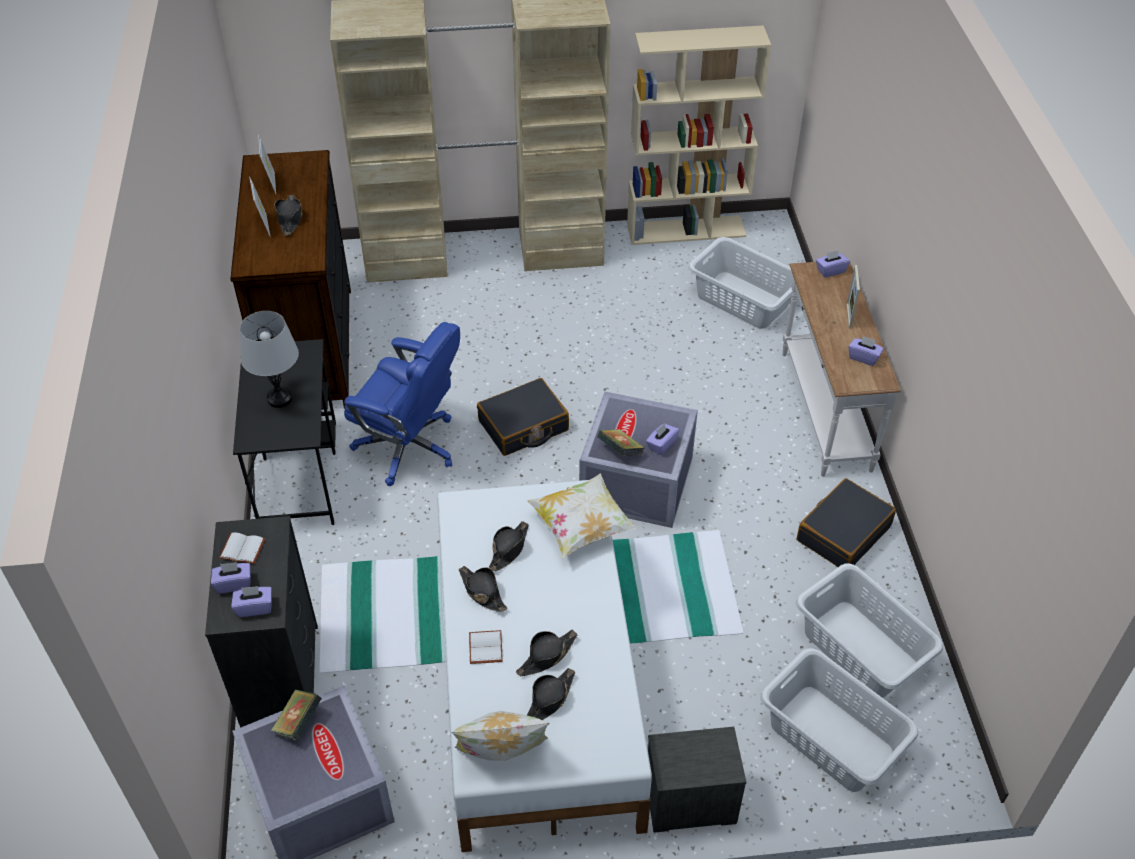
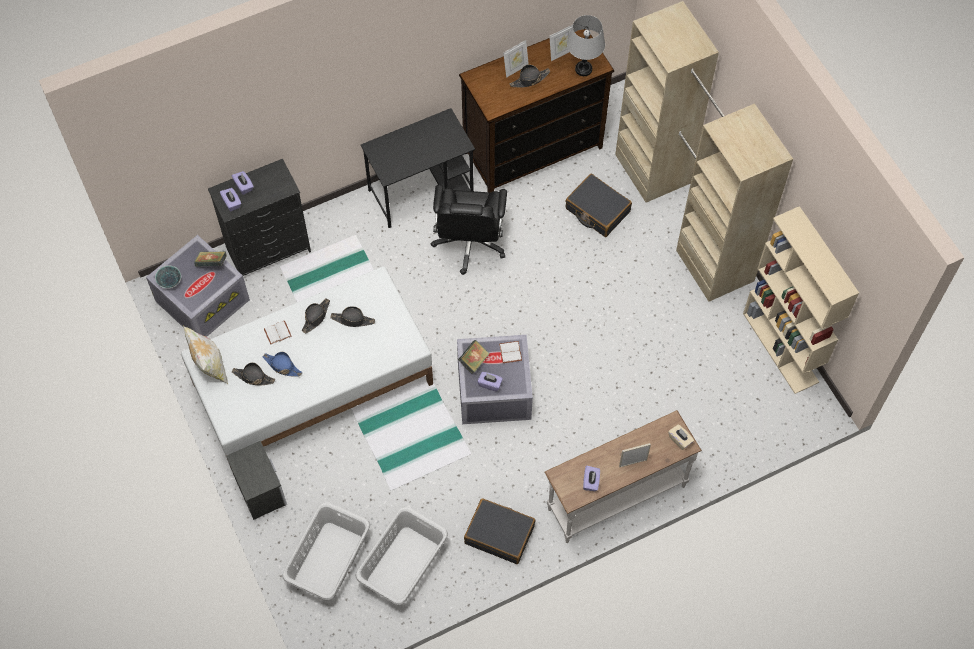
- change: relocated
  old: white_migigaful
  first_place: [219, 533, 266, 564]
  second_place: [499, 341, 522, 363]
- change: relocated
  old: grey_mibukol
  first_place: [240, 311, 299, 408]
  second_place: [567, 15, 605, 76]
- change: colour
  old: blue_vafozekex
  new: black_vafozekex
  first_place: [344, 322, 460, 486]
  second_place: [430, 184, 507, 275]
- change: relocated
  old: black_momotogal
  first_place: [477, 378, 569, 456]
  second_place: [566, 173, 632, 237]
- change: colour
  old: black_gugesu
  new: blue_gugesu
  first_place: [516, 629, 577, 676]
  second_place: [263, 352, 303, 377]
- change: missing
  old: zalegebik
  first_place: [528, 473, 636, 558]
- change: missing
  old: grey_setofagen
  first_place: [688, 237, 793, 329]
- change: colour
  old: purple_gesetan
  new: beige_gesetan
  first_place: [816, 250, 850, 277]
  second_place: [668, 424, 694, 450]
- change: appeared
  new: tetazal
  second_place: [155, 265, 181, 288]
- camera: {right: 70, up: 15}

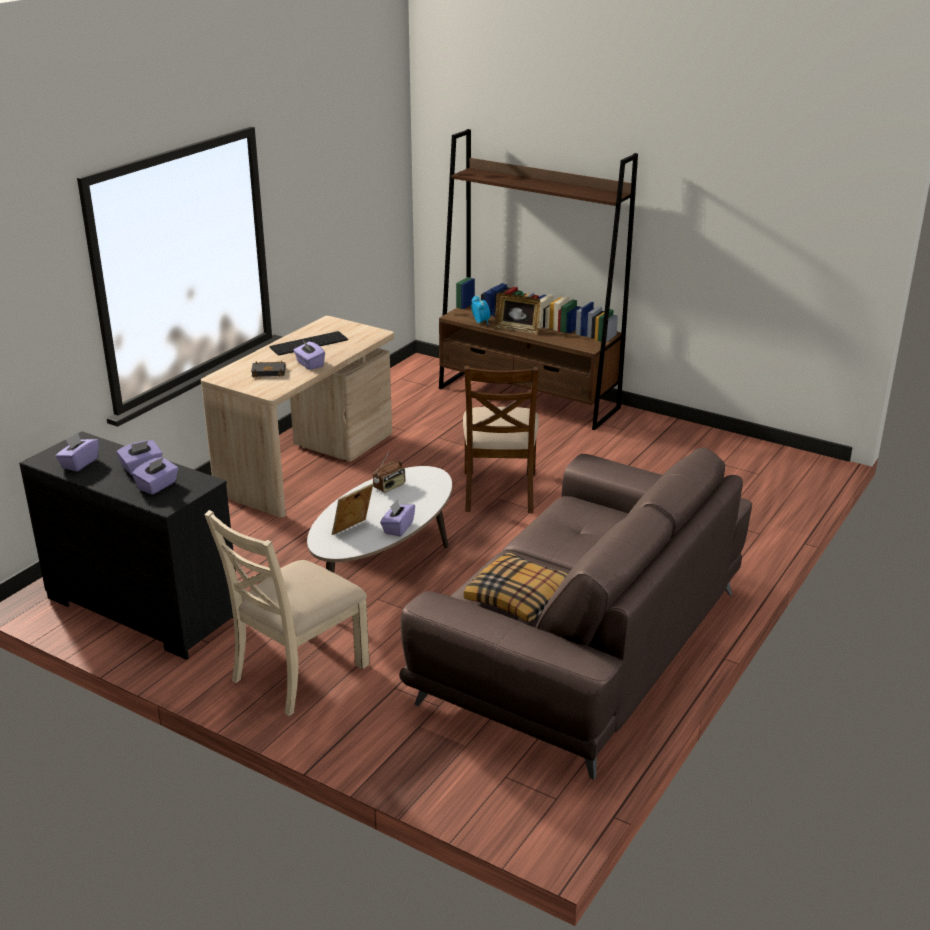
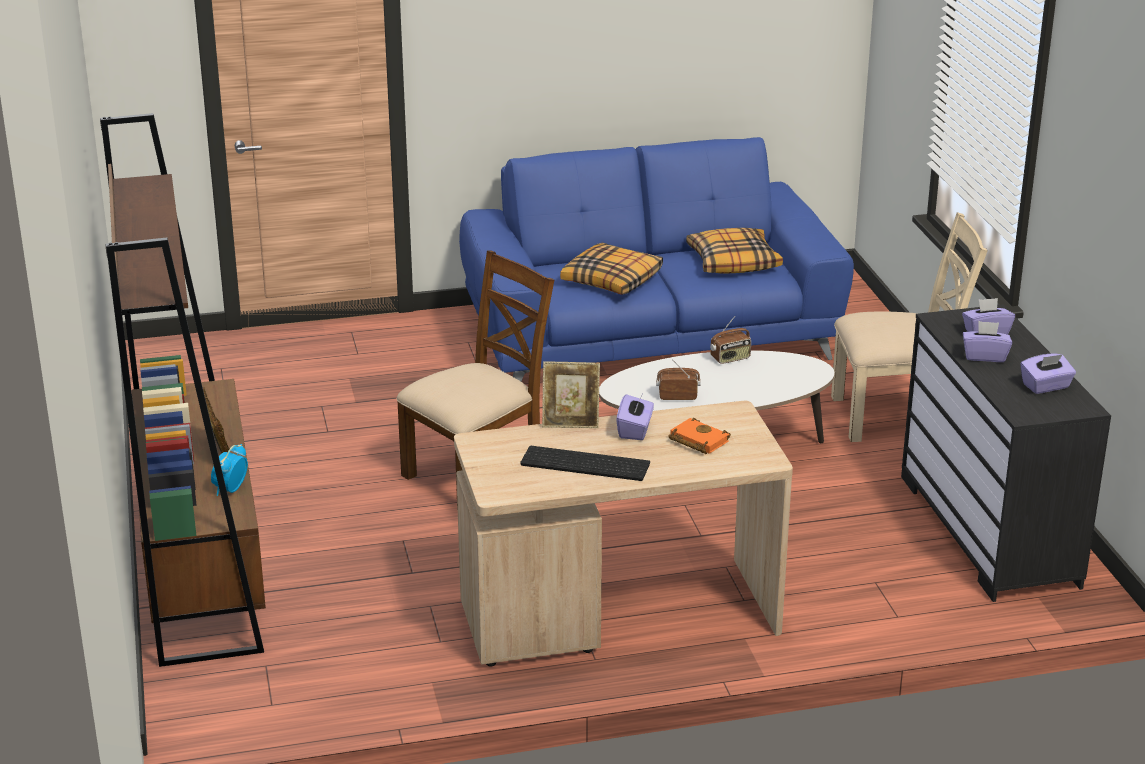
- change: colour
  old: black_migigaful
  new: orange_migigaful
  first_place: [251, 361, 286, 378]
  second_place: [668, 418, 731, 454]
- change: relocated
  old: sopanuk
  first_place: [332, 484, 373, 535]
  second_place: [542, 361, 600, 428]
- change: exchanged
  old: purple_gesetan
  new: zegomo
  first_place: [380, 499, 415, 537]
  second_place: [710, 316, 751, 364]
- change: colour
  old: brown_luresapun
  new: blue_luresapun
  first_place: [399, 448, 752, 780]
  second_place: [459, 137, 854, 381]
- change: appeared
  new: zalegebik
  second_place: [560, 243, 663, 295]
- camera: {right: -135, up: 0}

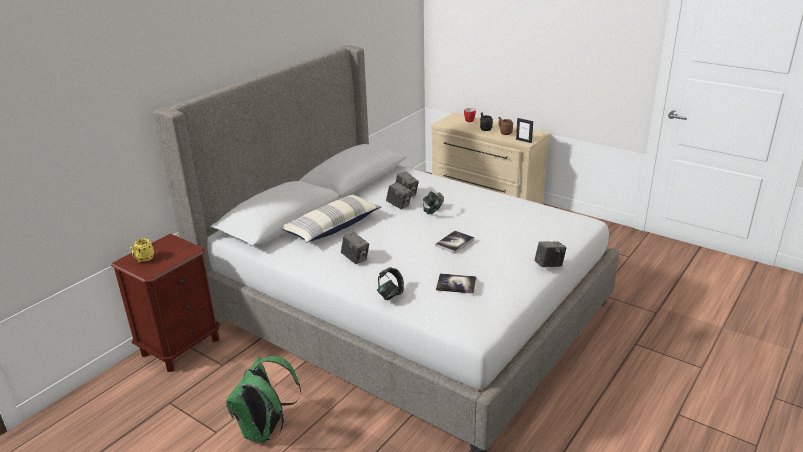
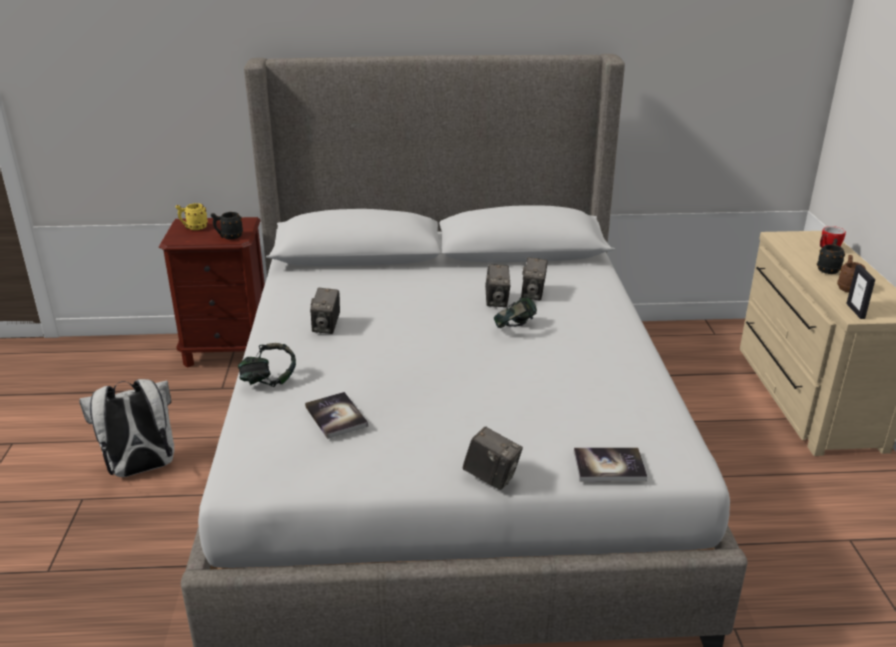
- change: colour
  old: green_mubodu
  new: white_mubodu
  first_place: [226, 356, 301, 443]
  second_place: [79, 379, 174, 477]
- change: missing
  old: zalegebik
  first_place: [282, 194, 382, 243]
- change: relocated
  old: migigaful
  first_place: [436, 231, 474, 253]
  second_place: [574, 448, 647, 481]
- change: appeared
  new: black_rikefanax
  second_place: [211, 212, 243, 240]
- camera: {right: 50, up: 0}

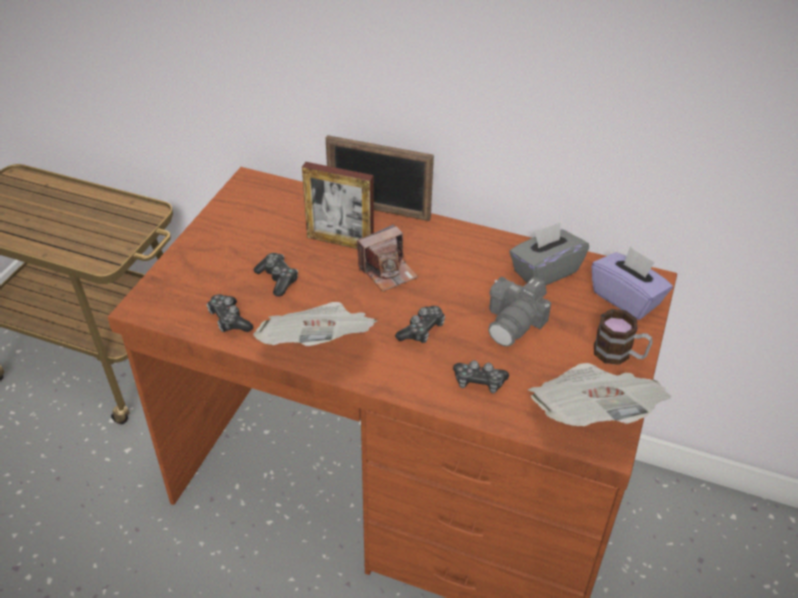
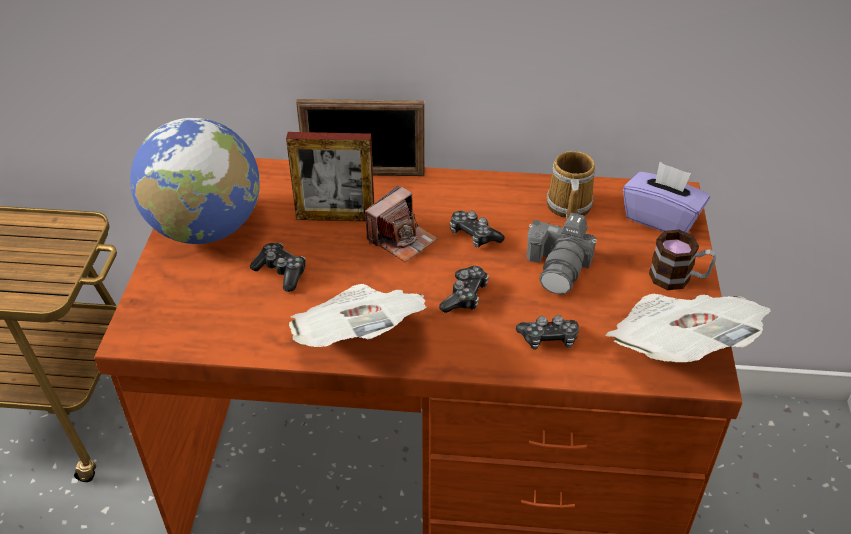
- change: relocated
  old: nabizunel
  first_place: [207, 294, 253, 332]
  second_place: [450, 211, 504, 247]
- change: exchanged
  old: grey_gesetan
  new: rikefanax
  first_place: [509, 222, 589, 285]
  second_place: [547, 151, 596, 220]
- change: appeared
  new: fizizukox
  second_place: [130, 118, 260, 244]
- camera: {right: -15, up: 0}

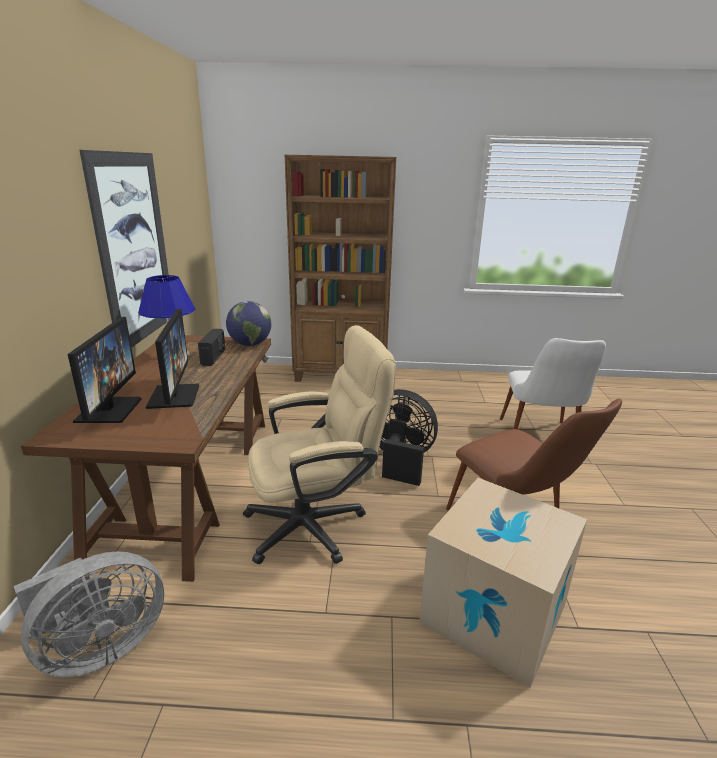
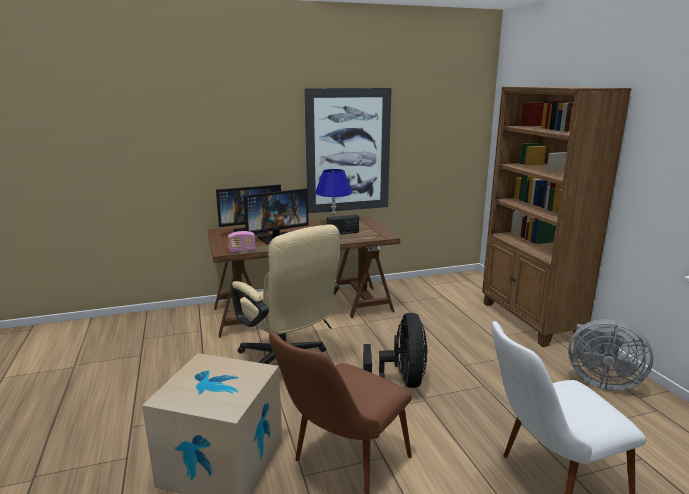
- change: relocated
  old: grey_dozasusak
  first_place: [14, 551, 164, 677]
  second_place: [568, 319, 653, 391]
- change: missing
  old: fizizukox
  first_place: [226, 301, 271, 346]
- change: appeared
  new: zegomo
  second_place: [228, 231, 256, 253]
- camera: {right: 70, up: -5}

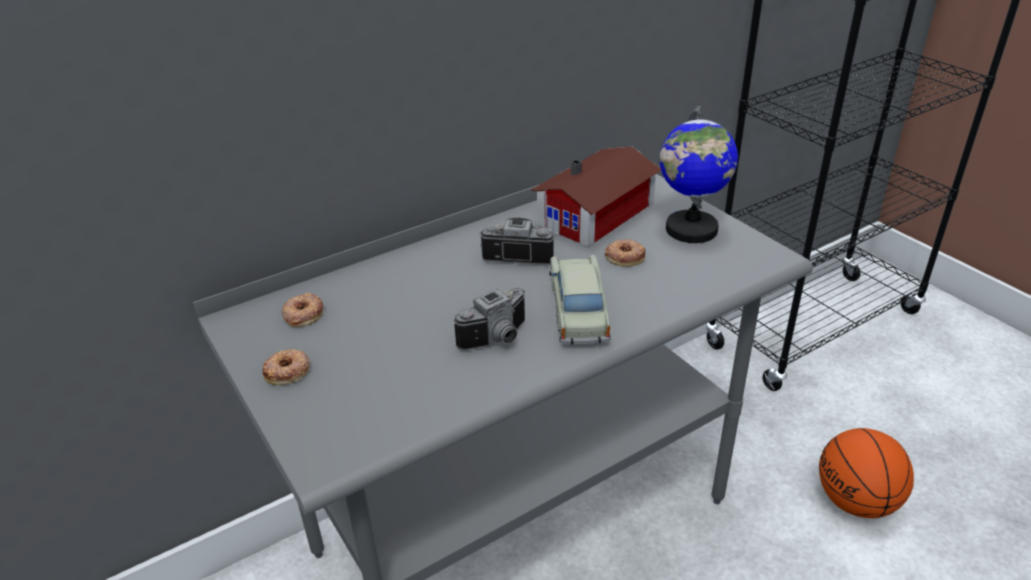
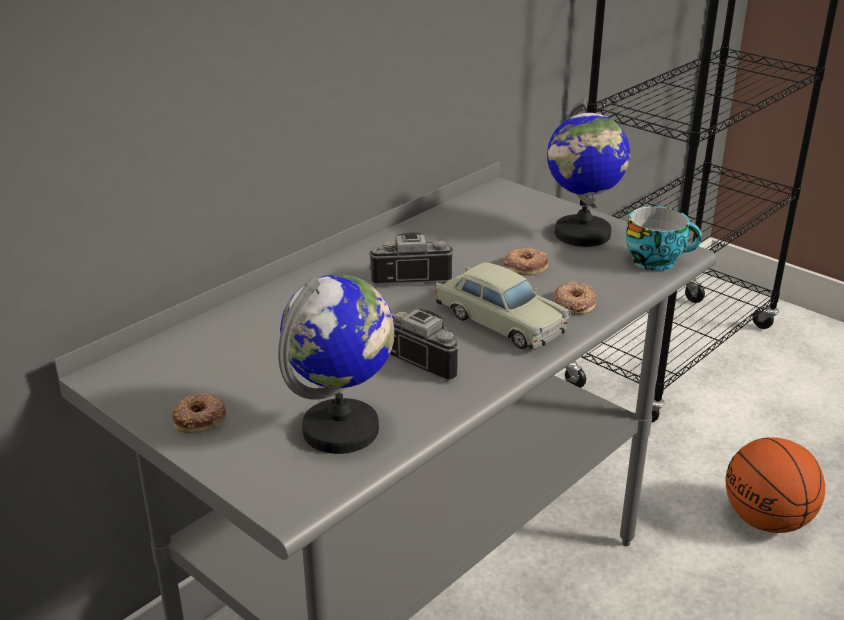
- change: relocated
  old: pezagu
  first_place: [282, 293, 323, 327]
  second_place: [553, 281, 597, 315]
- change: spun
  old: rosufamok
  first_place: [454, 288, 525, 350]
  second_place: [389, 309, 459, 382]
  degrees: -90
- change: missing
  old: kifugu
  first_place: [531, 147, 661, 247]
- change: spun
  old: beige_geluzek
  first_place: [549, 255, 611, 344]
  second_place: [435, 262, 571, 349]
  degrees: 150
- change: appeared
  new: fizizukox
  second_place: [278, 274, 395, 454]
- change: appeared
  new: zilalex
  second_place: [626, 206, 702, 271]
- camera: {right: -15, up: -5}

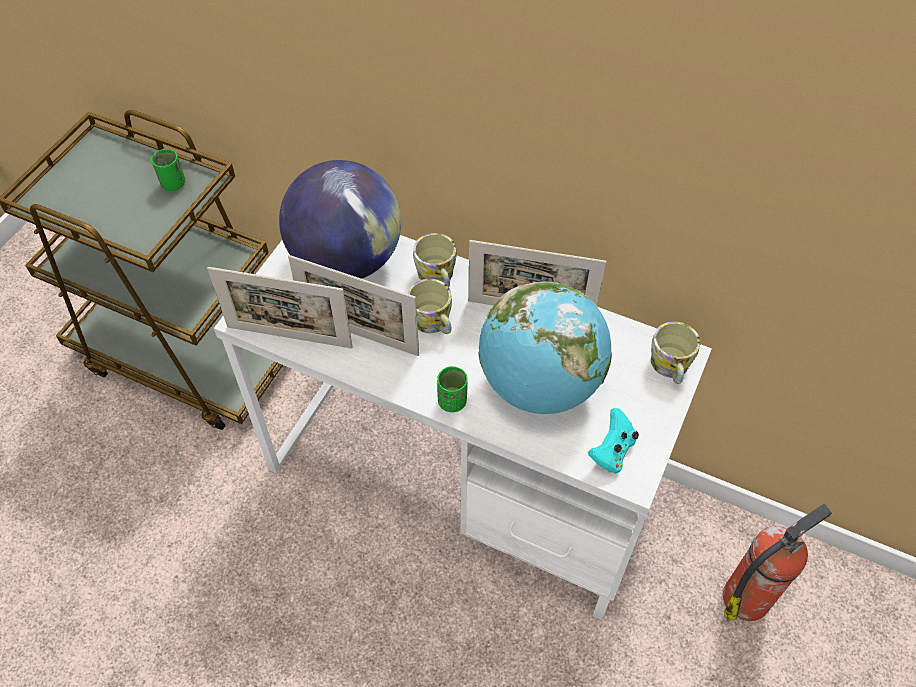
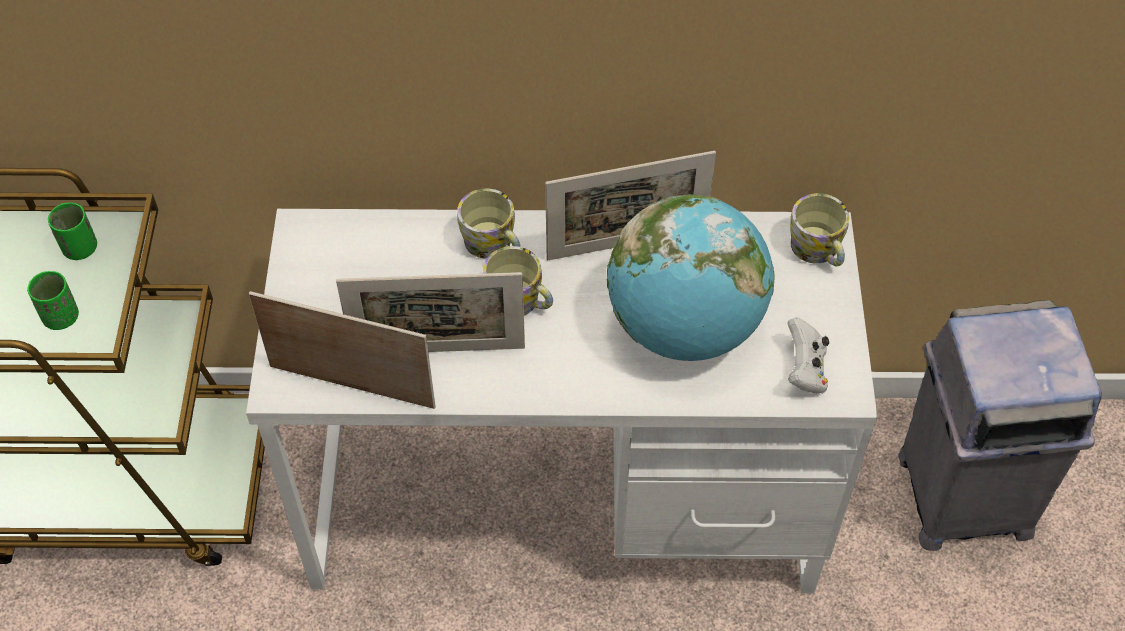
- change: spun
  old: sopanuk
  first_place: [207, 267, 353, 348]
  second_place: [249, 291, 436, 409]
  degrees: -150
- change: missing
  old: fizizukox
  first_place: [279, 160, 401, 279]
- change: relocated
  old: green_zilalex
  first_place: [437, 366, 468, 412]
  second_place: [27, 271, 79, 330]
- change: colour
  old: turquoise_nabizunel
  new: white_nabizunel
  first_place: [588, 408, 639, 474]
  second_place: [787, 317, 829, 394]
- change: exchanged
  old: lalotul
  new: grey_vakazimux
  first_place: [723, 504, 833, 621]
  second_place: [898, 300, 1102, 551]
- camera: {right: -25, up: 0}

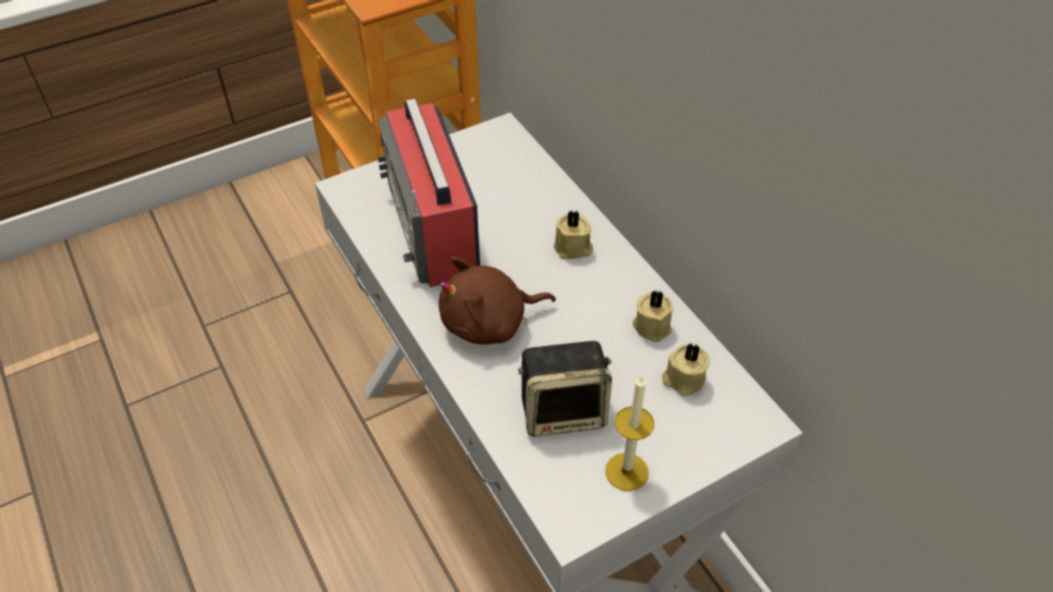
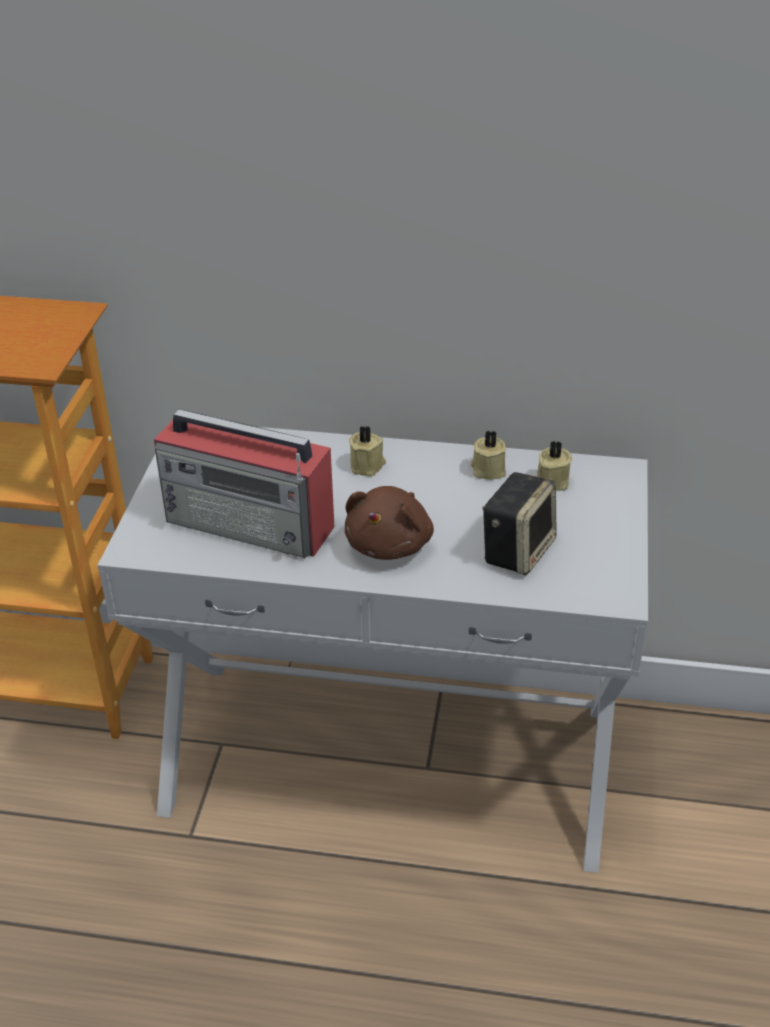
- change: missing
  old: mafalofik
  first_place: [605, 376, 654, 491]
- camera: {right: -50, up: -10}

